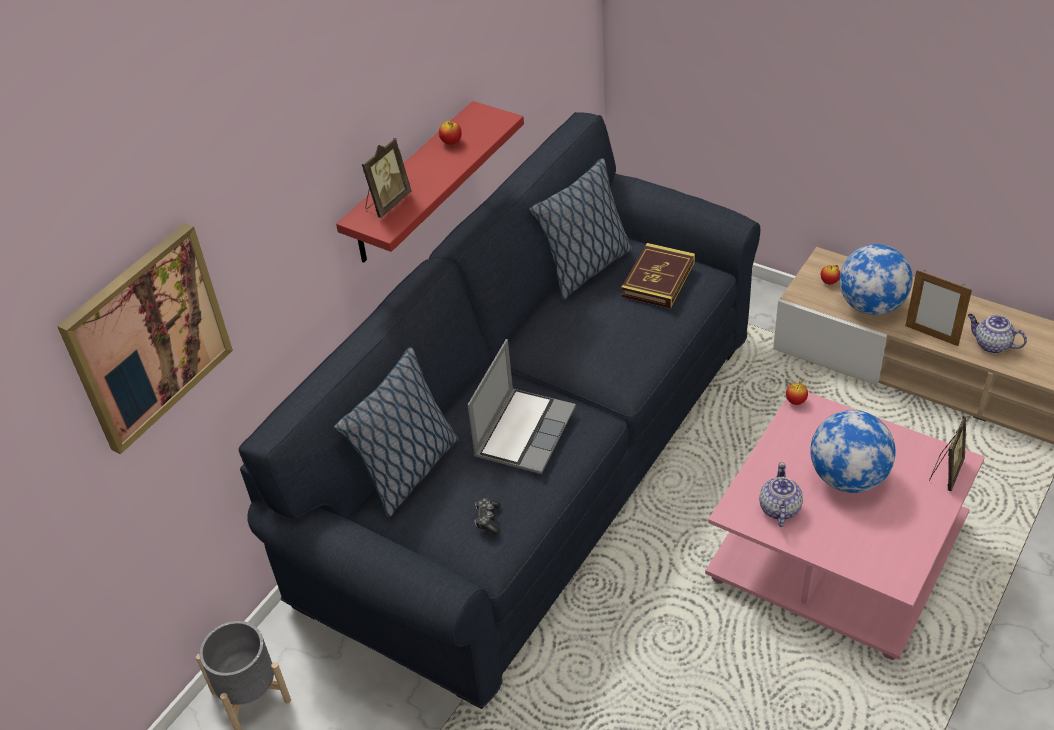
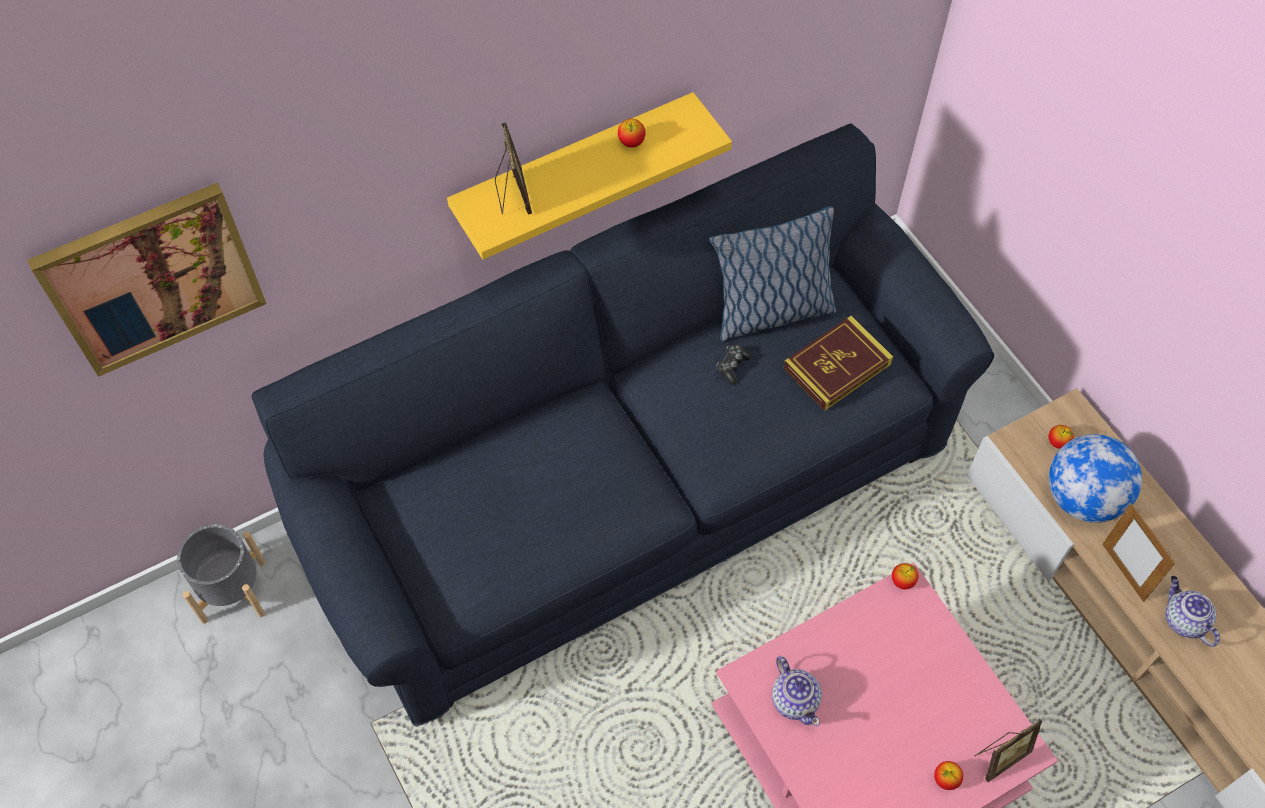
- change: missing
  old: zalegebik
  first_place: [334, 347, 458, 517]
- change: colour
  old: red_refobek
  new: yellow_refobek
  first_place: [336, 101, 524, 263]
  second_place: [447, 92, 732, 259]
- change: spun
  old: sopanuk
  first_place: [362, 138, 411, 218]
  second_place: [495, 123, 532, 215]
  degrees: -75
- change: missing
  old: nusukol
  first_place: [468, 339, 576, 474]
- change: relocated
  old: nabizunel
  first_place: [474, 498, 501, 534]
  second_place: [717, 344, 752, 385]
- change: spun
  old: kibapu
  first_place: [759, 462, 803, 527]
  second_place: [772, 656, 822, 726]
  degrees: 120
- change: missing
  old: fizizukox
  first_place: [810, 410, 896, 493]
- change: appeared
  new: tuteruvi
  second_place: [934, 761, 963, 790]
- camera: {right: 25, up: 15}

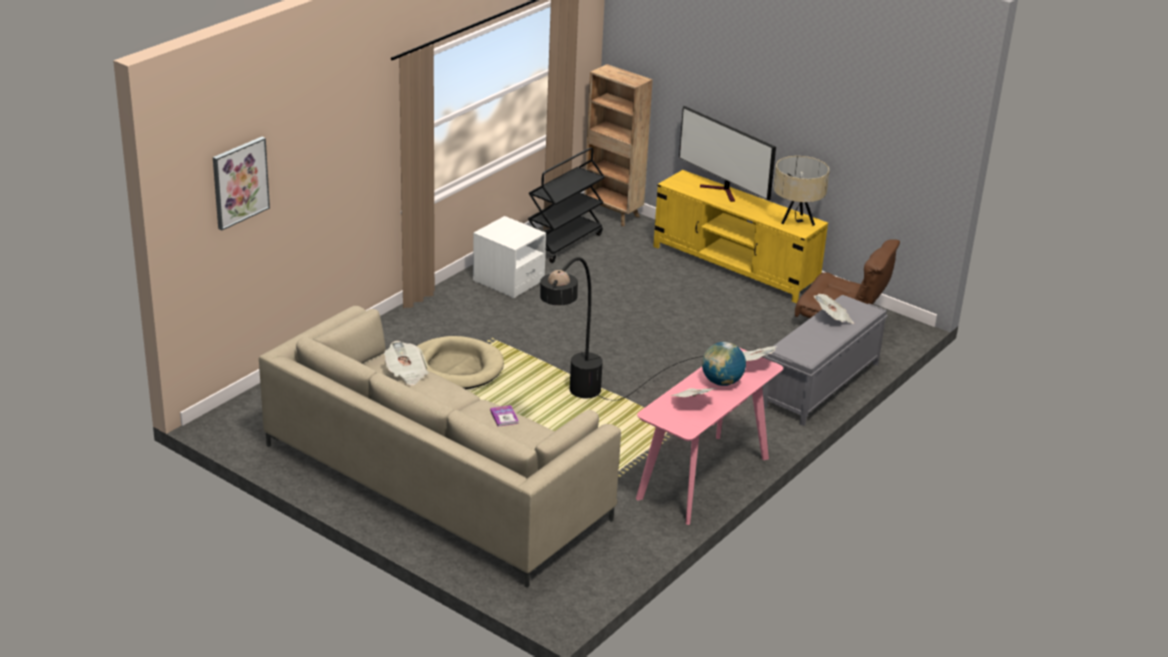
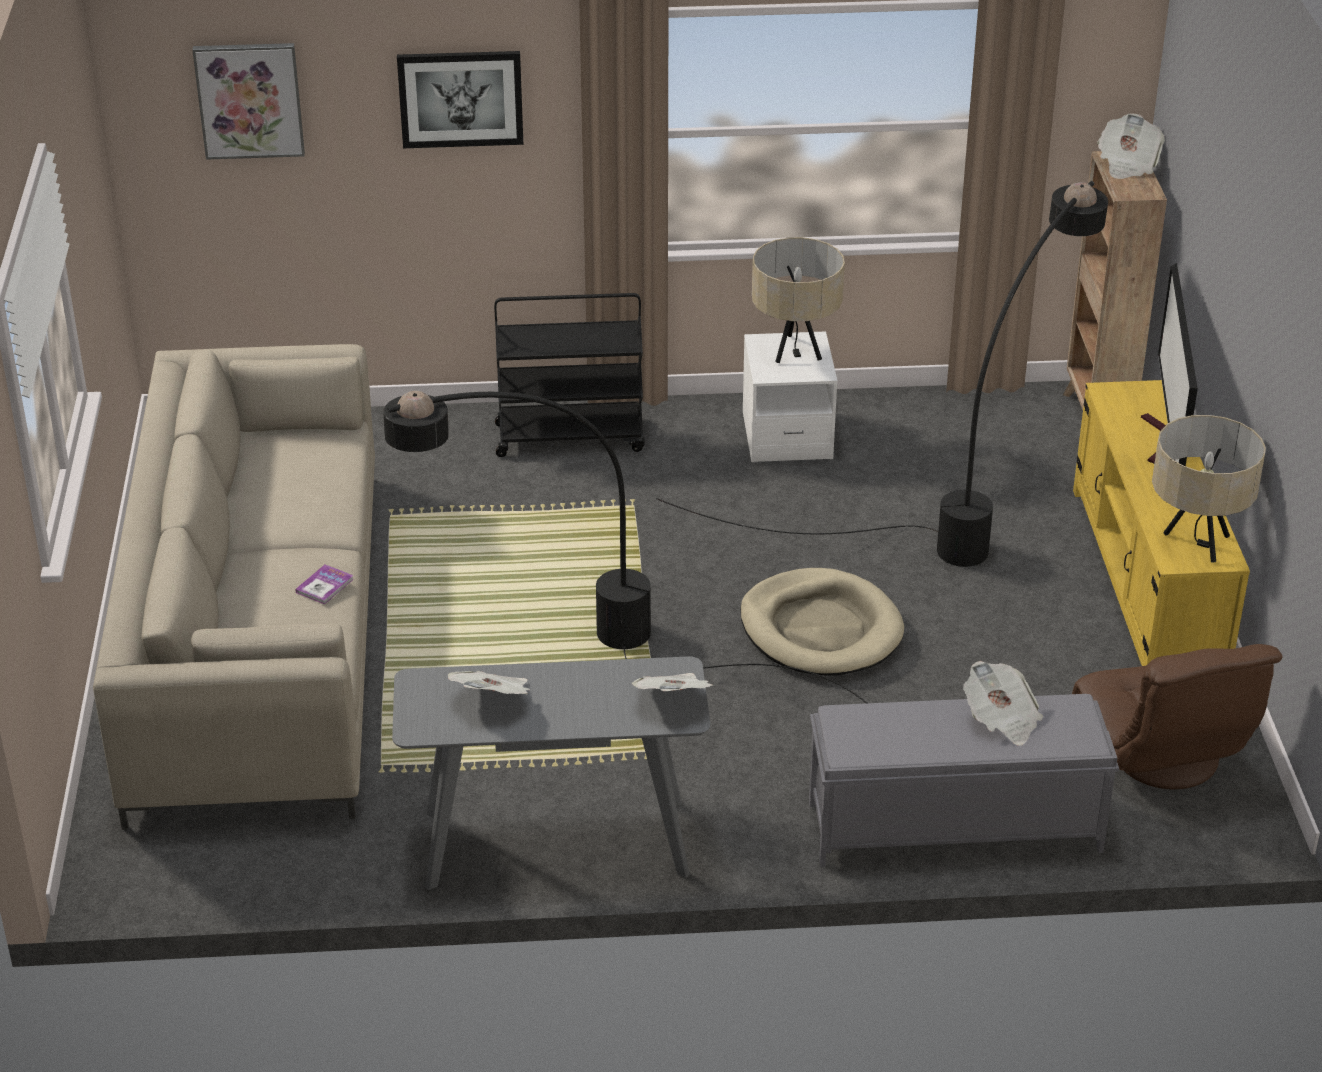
- change: relocated
  old: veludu
  first_place: [384, 341, 429, 386]
  second_place: [1097, 113, 1165, 179]
- change: relocated
  old: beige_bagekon
  first_place: [417, 336, 504, 389]
  second_place: [740, 568, 904, 675]
- change: relocated
  old: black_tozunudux
  first_place: [528, 147, 605, 263]
  second_place: [494, 293, 645, 457]
- change: colour
  old: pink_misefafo
  new: grey_misefafo
  first_place: [636, 348, 783, 525]
  second_place: [392, 656, 710, 890]
- change: missing
  old: fizizukox
  first_place: [702, 342, 746, 386]
- change: appeared
  new: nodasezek
  second_place: [397, 51, 523, 148]
- change: appeared
  new: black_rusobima
  second_place: [656, 181, 1108, 567]
- change: appeared
  new: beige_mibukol
  second_place: [752, 237, 845, 363]
- camera: {right: 50, up: 5}

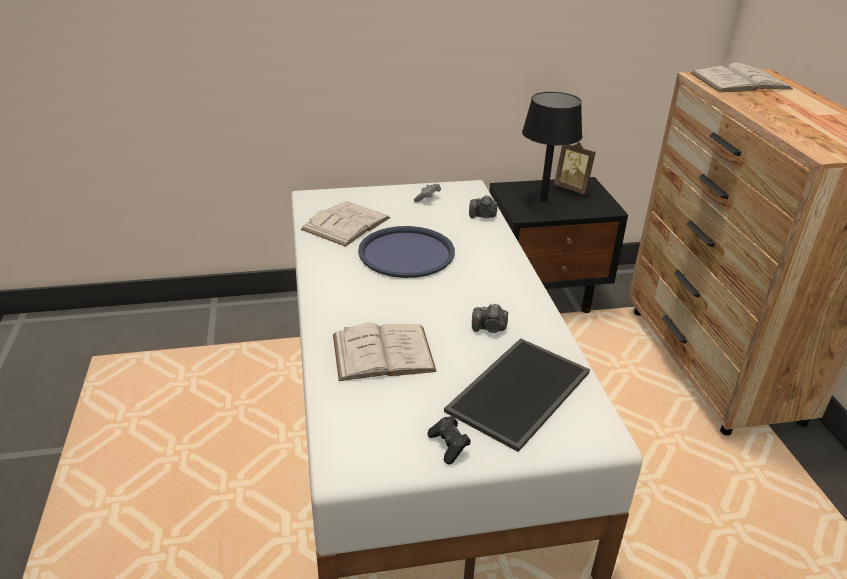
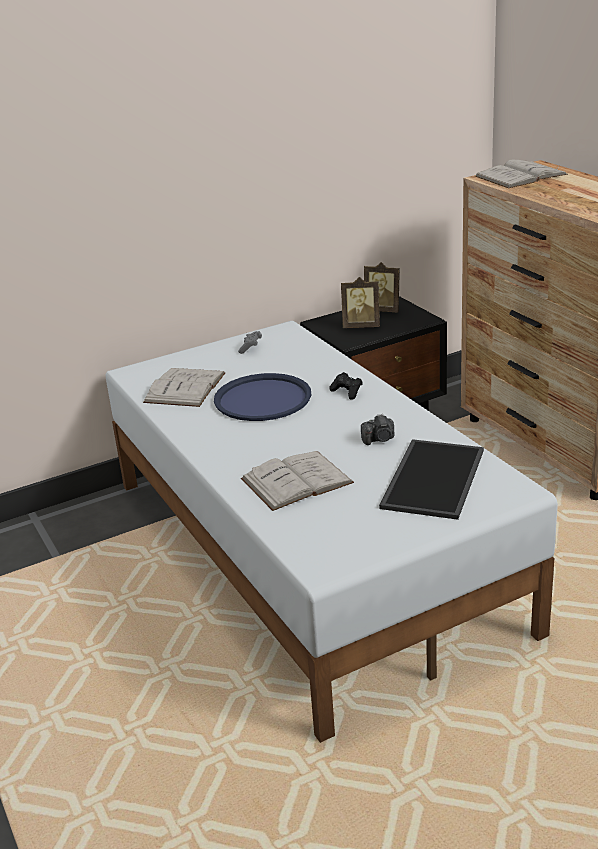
- change: relocated
  old: black_nabizunel
  first_place: [427, 416, 471, 464]
  second_place: [329, 372, 363, 400]
- change: missing
  old: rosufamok
  first_place: [469, 195, 497, 218]
- change: exchanged
  old: black_mibukol
  new: sopanuk
  first_place: [522, 92, 583, 202]
  second_place: [341, 277, 380, 328]
- camera: {right: -15, up: -5}

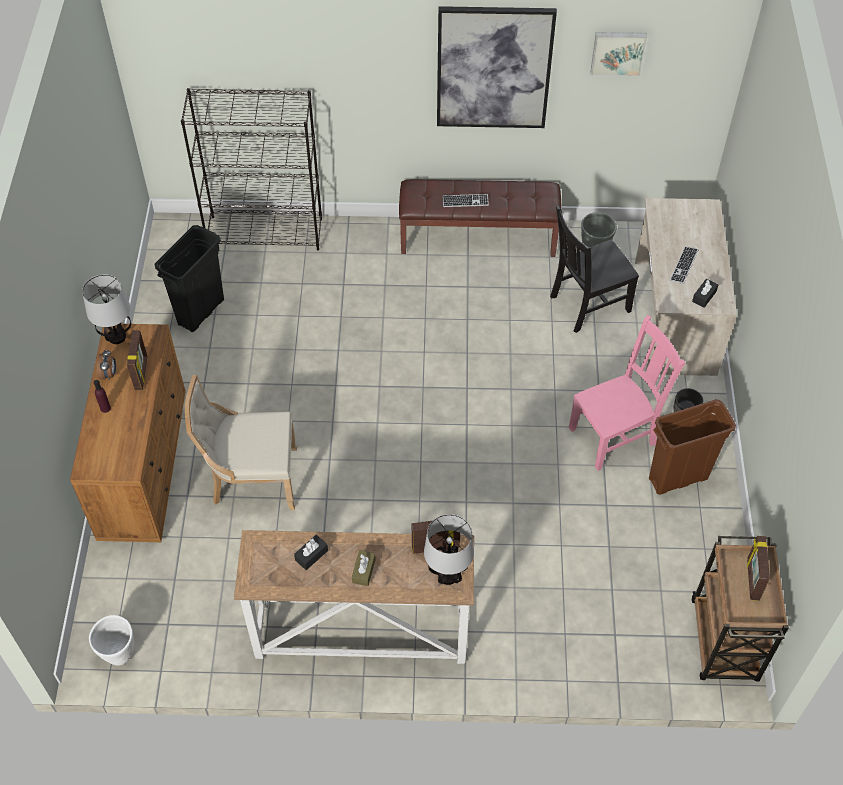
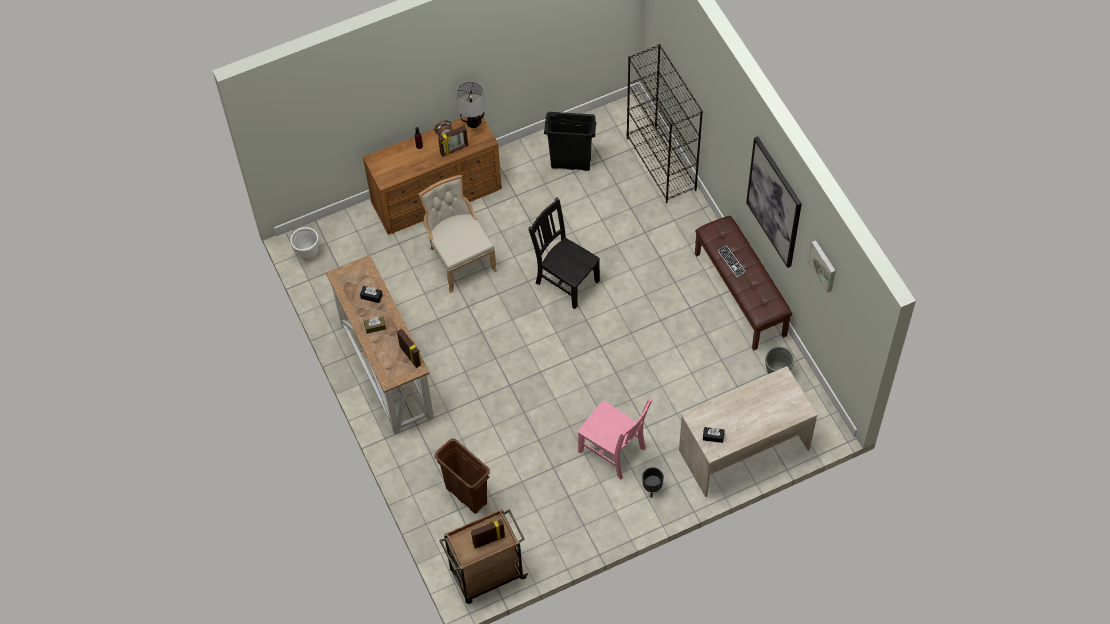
- change: missing
  old: mibukol
  first_place: [424, 514, 474, 585]
- change: relocated
  old: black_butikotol
  first_place: [550, 207, 639, 333]
  second_place: [528, 197, 600, 309]
- change: relocated
  old: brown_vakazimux
  first_place: [649, 399, 736, 495]
  second_place: [434, 438, 490, 514]
- change: missing
  old: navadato
  first_place: [670, 247, 699, 284]
- camera: {right: 65, up: 5}

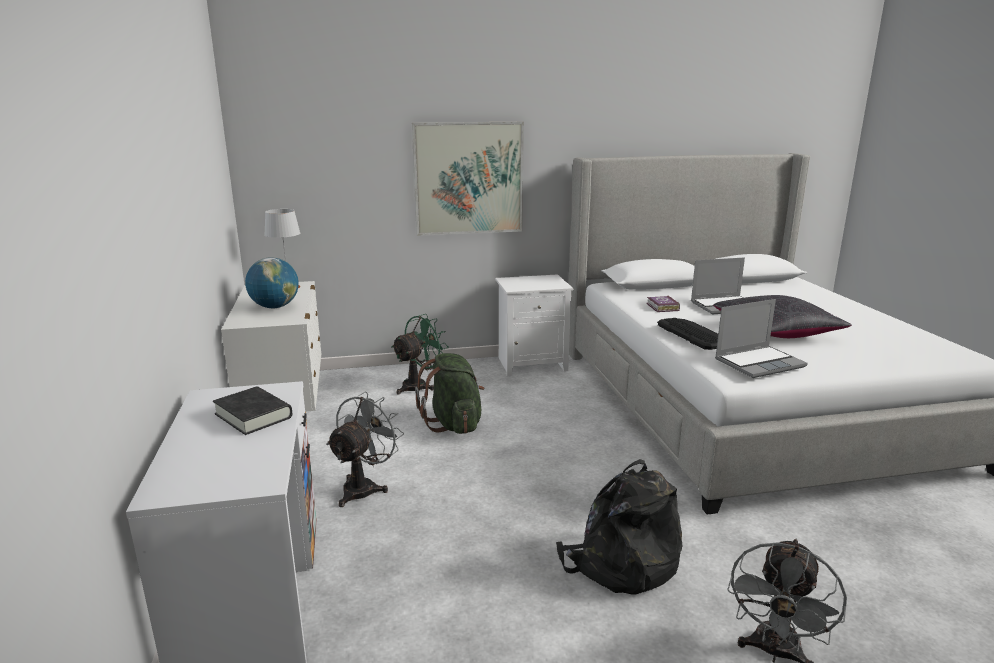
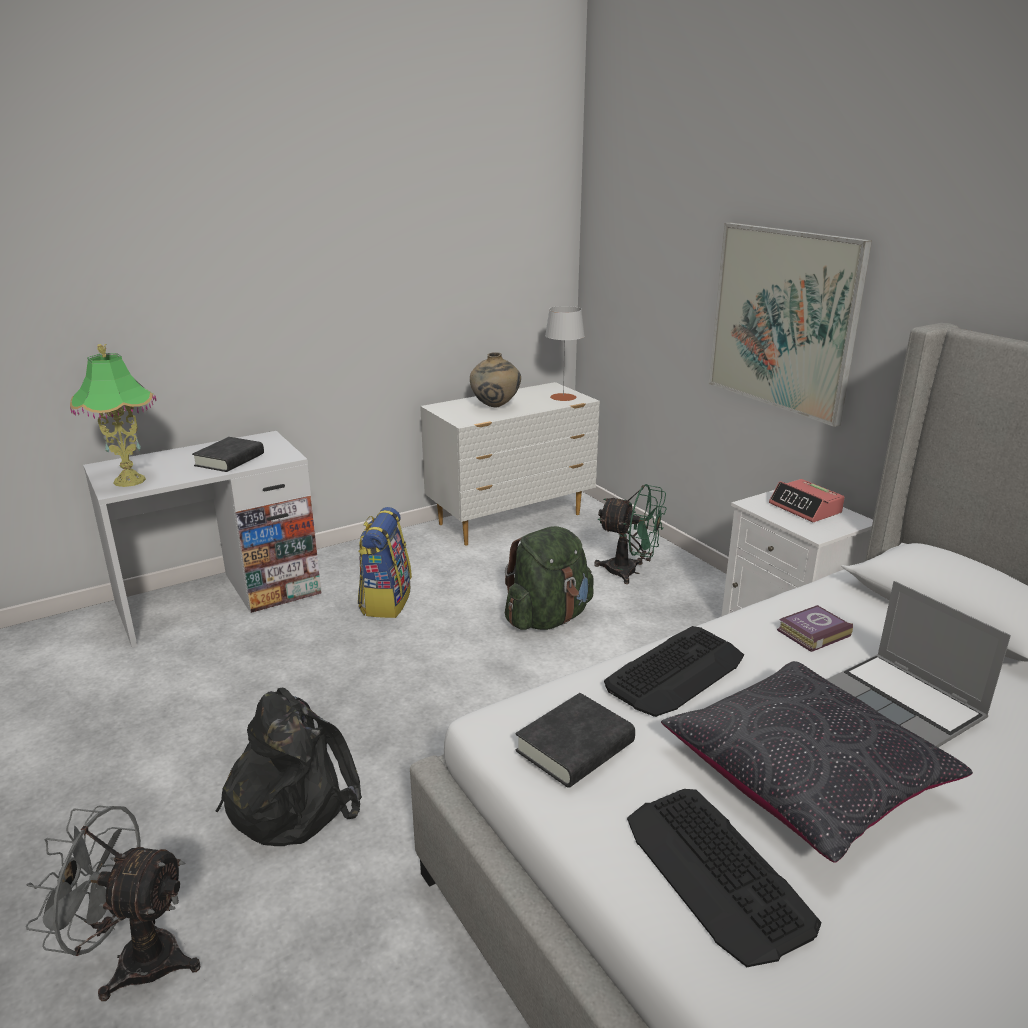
- change: exchanged
  old: fizizukox
  new: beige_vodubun
  first_place: [245, 257, 299, 309]
  second_place: [470, 352, 521, 408]
- change: exchanged
  old: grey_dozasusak
  new: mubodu
  first_place: [326, 391, 404, 507]
  second_place: [358, 507, 412, 618]
- change: exchanged
  old: nusukol
  new: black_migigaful
  first_place: [715, 299, 808, 378]
  second_place: [516, 693, 635, 788]
- change: appeared
  new: mibukol
  second_place: [70, 344, 156, 487]
- change: appeared
  new: navadato
  second_place: [627, 789, 821, 967]
- change: appeared
  new: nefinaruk
  second_place: [769, 479, 845, 522]
- camera: {right: 70, up: 5}

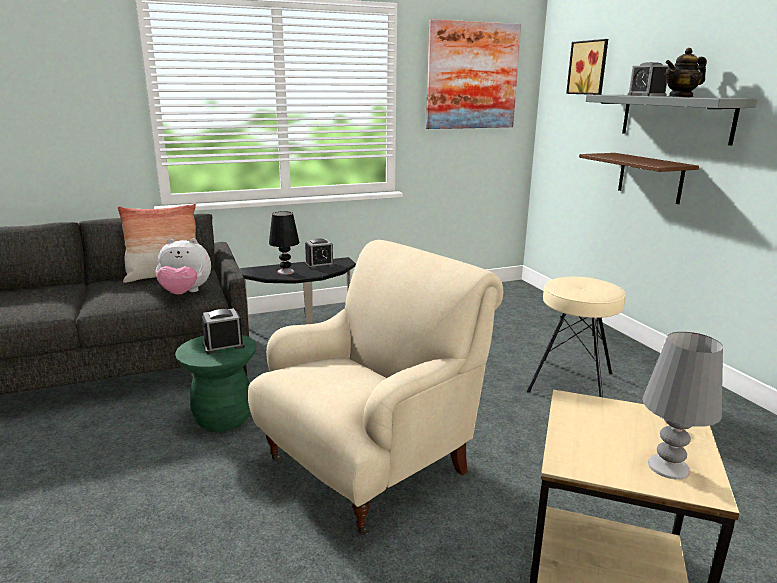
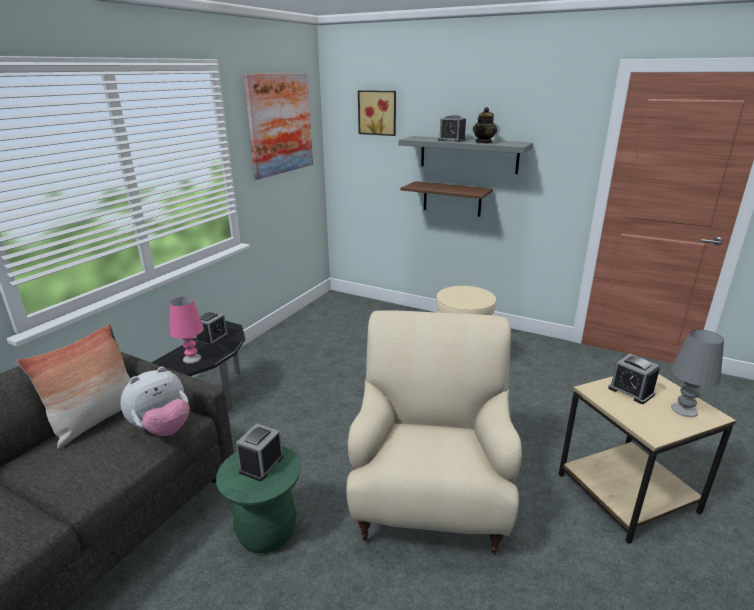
- change: colour
  old: black_mibukol
  new: pink_mibukol
  first_place: [269, 211, 299, 275]
  second_place: [170, 297, 204, 364]
- change: appeared
  new: nefinaruk
  second_place: [608, 354, 660, 404]
- camera: {right: -40, up: 5}

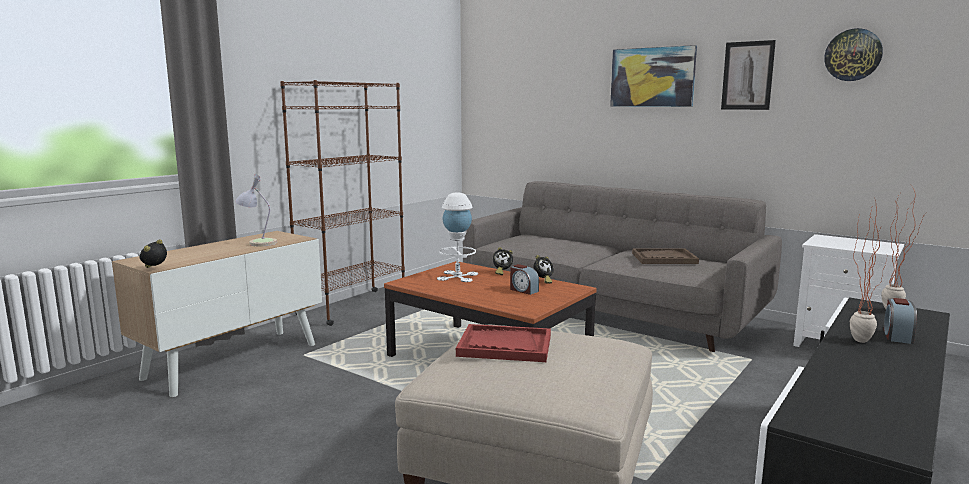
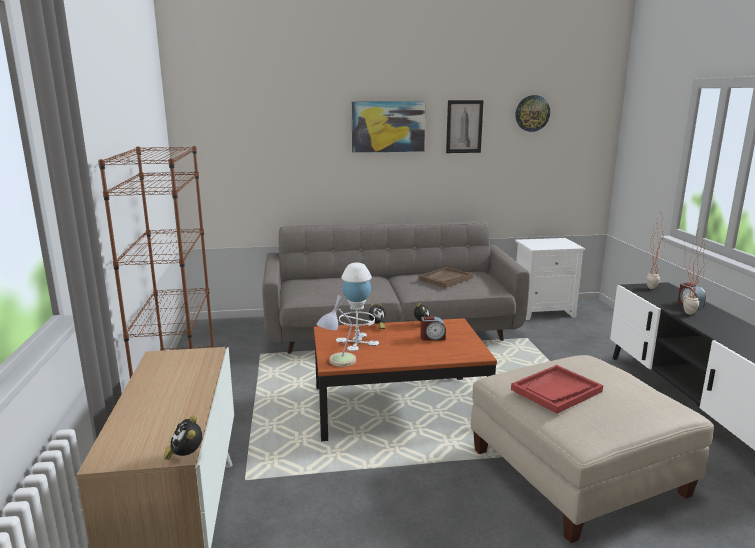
- change: relocated
  old: mibukol
  first_place: [235, 174, 277, 247]
  second_place: [317, 295, 356, 367]
- camera: {right: -45, up: 5}

